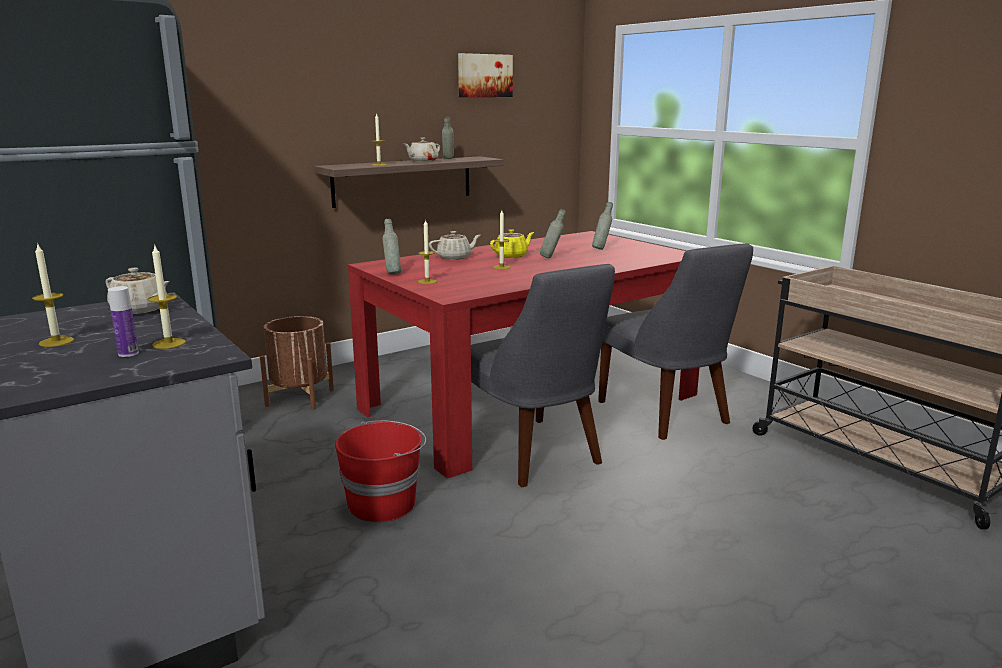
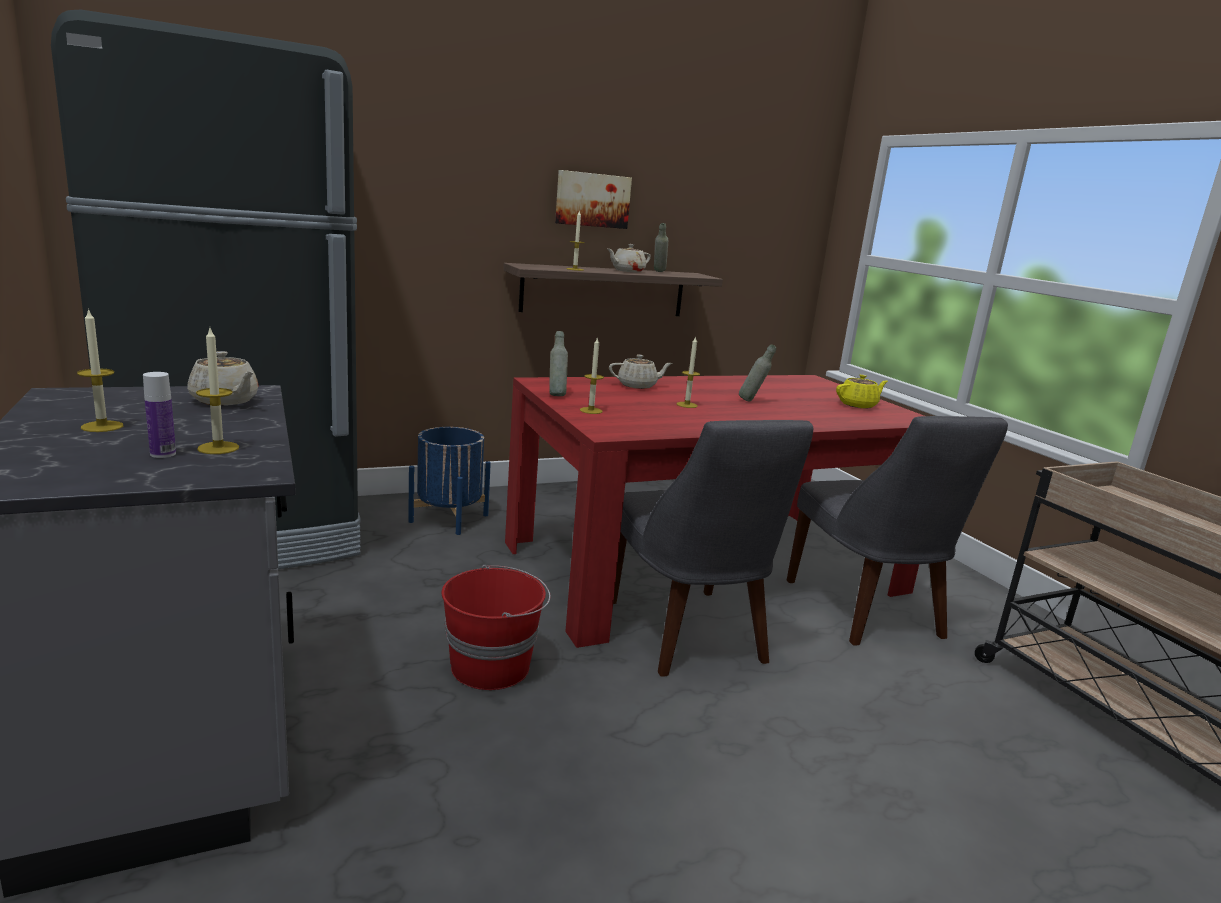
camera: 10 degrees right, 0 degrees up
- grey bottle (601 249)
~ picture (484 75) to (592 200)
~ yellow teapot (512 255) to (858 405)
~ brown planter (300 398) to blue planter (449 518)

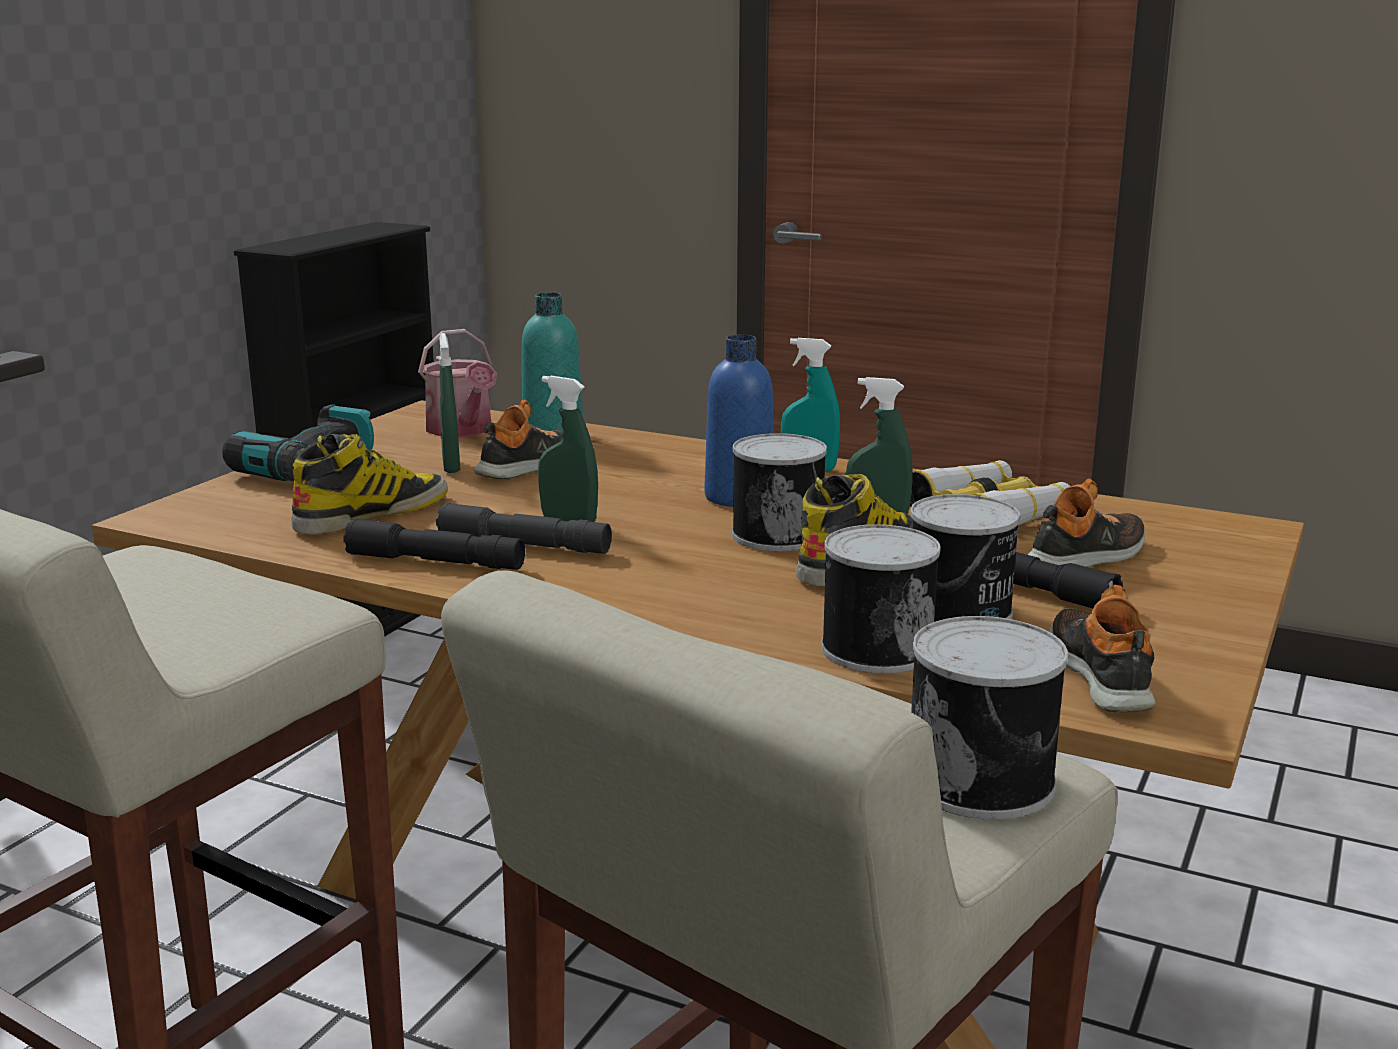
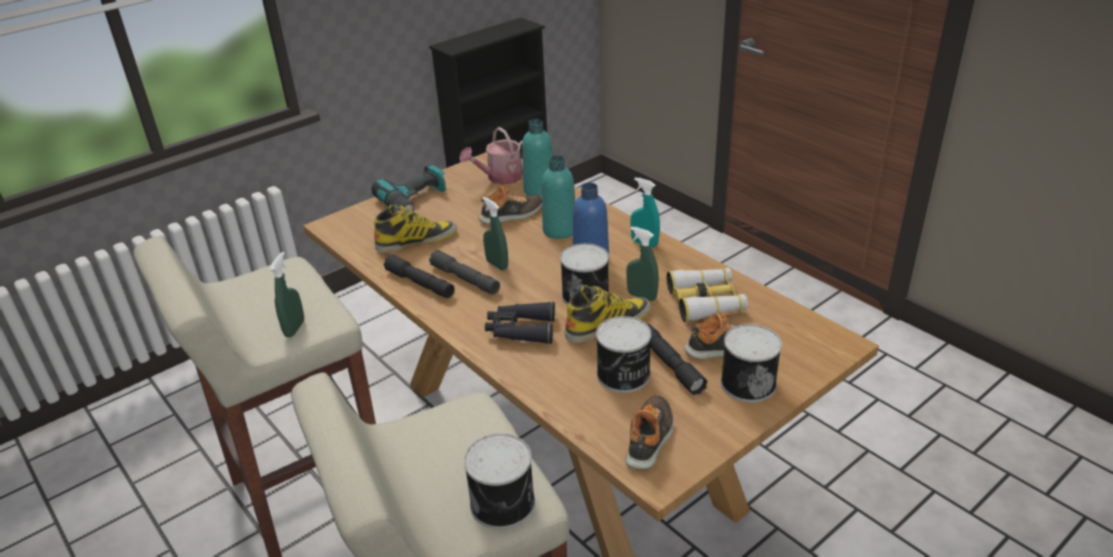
camera: 25 degrees right, 15 degrees up
+ black binoculars (520 330)
+ turquoise bottle (560 230)
~ green spray bottle (451 467) to (294 328)
~ can (875 648) to (747 383)
~ watering can (462 430) = (500 177) 60 degrees clockwise

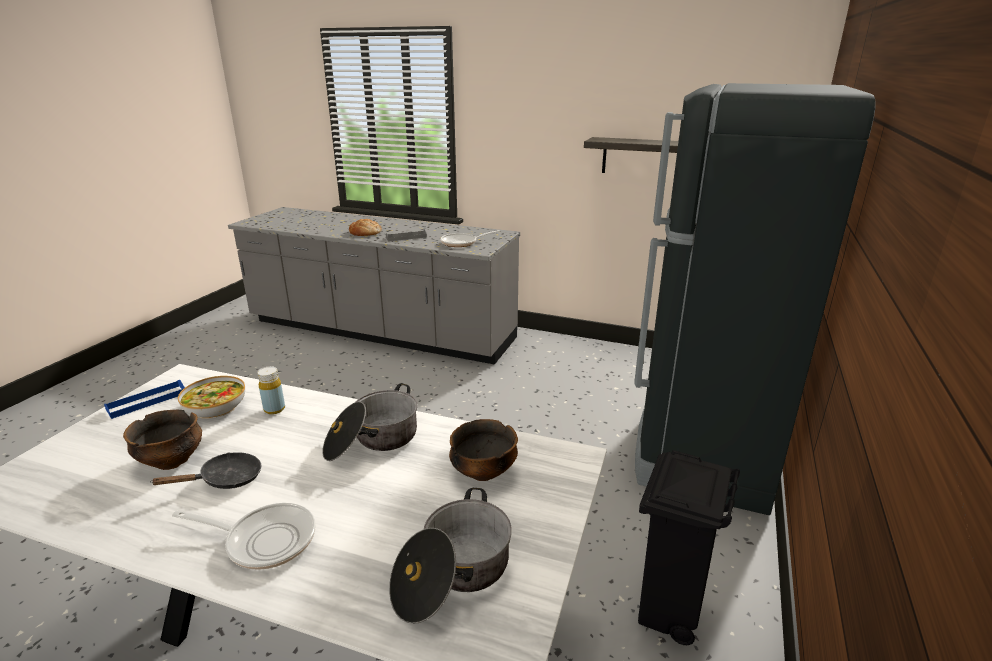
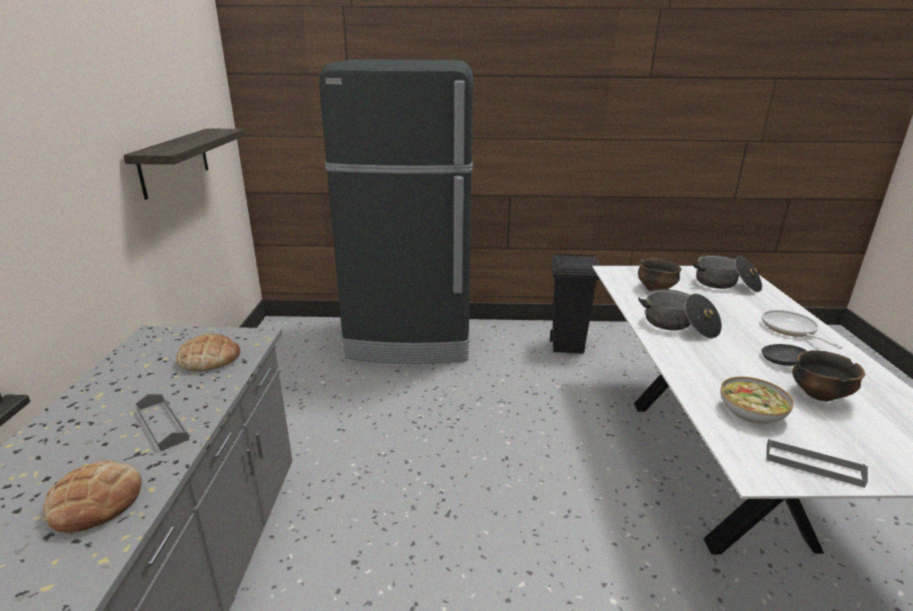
camera: 110 degrees left, 0 degrees up
- yellow bottle (274 409)
~ frying pan (462 243) to bread (210 358)
~ blue tray (147 401) to grey tray (813 465)

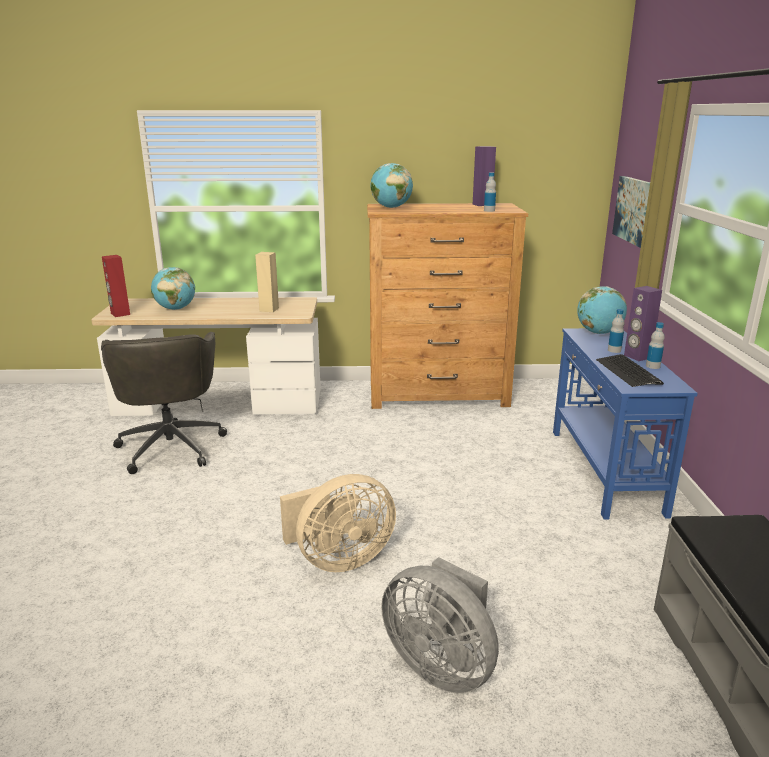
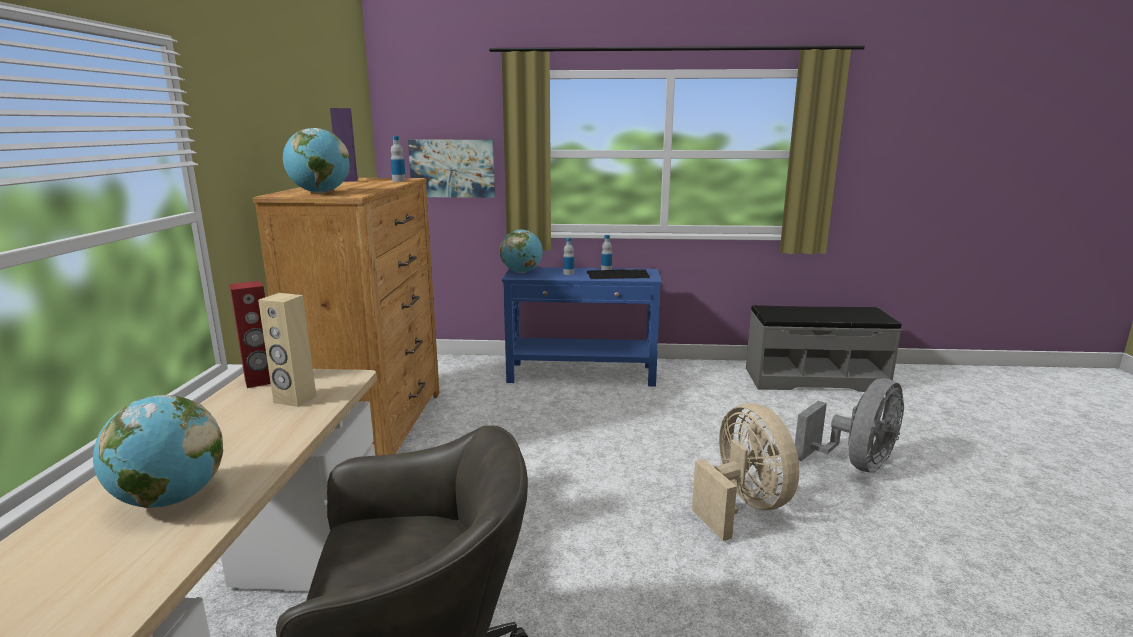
camera: 85 degrees left, 5 degrees down
- purple speaker (637 356)
~ red speaker (120 314) to (261 381)

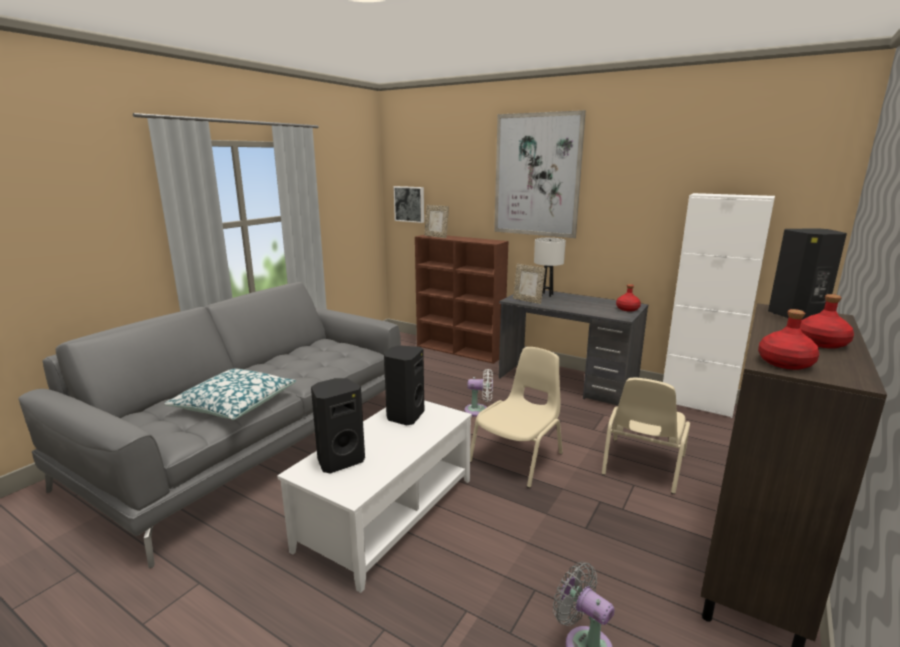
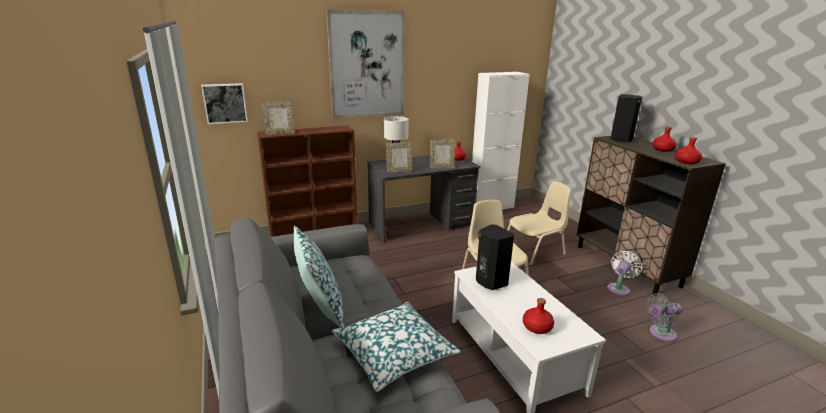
camera: 55 degrees left, 5 degrees up
+ pillow (320 308)
+ picture frame (441 167)
~ white fan (479 410) to (619 288)
~ black speaker (339 460) to red bottle (536 327)
~ beige chair (642 465) = (534 250) 90 degrees counterclockwise

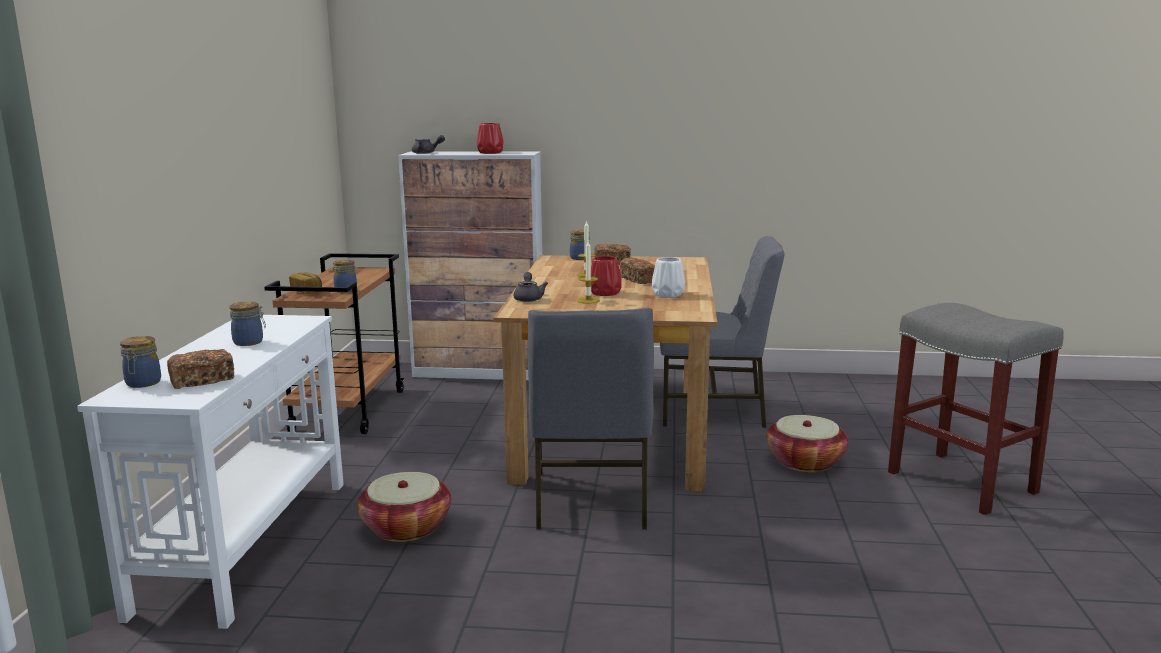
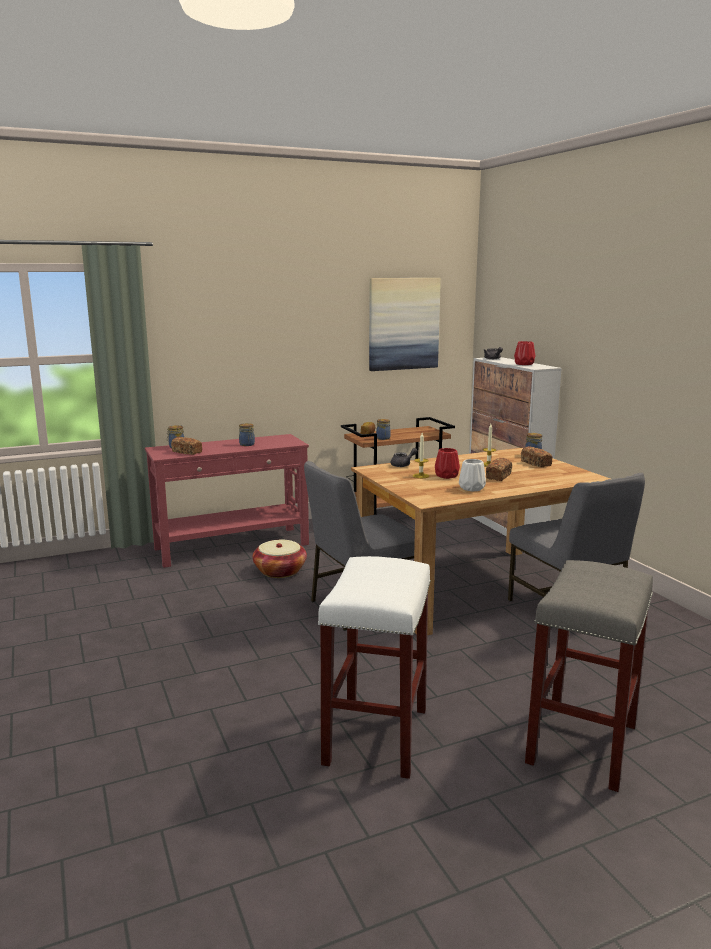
camera: 60 degrees right, 0 degrees up
- basket (805 462)
+ white stool (377 737)
+ picture (403 324)
~ white console table (248 543) to red console table (233 547)

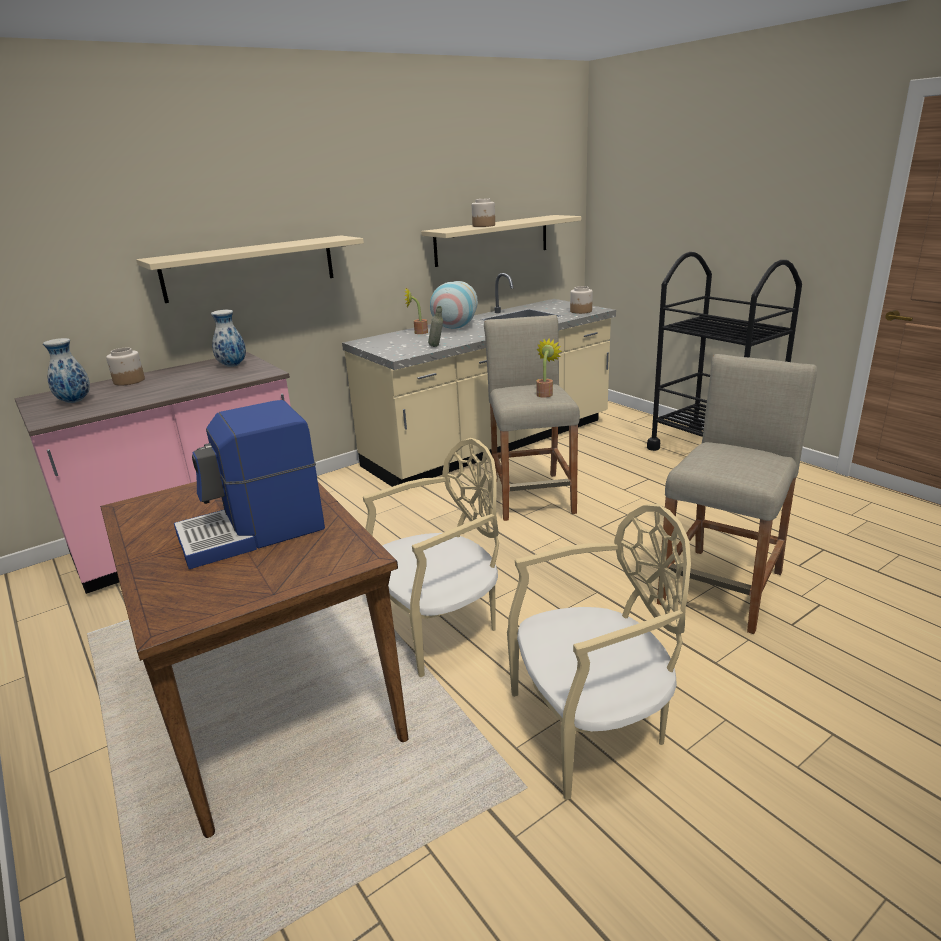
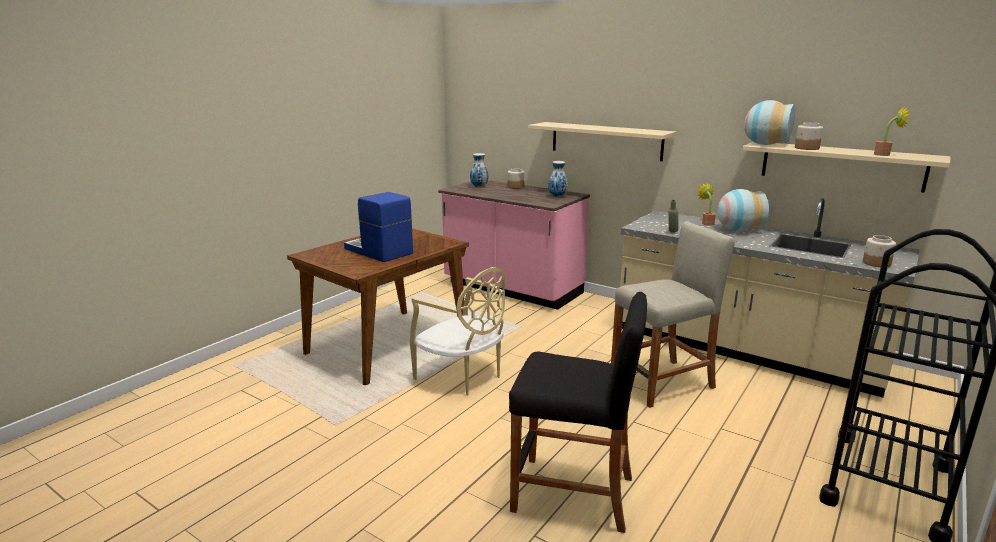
camera: 70 degrees right, 5 degrees down
- beige chair (592 727)
+ vase (765 144)
~ potted plant (545 393) to (885 154)
~ beige stool (722 588) to black stool (573 494)

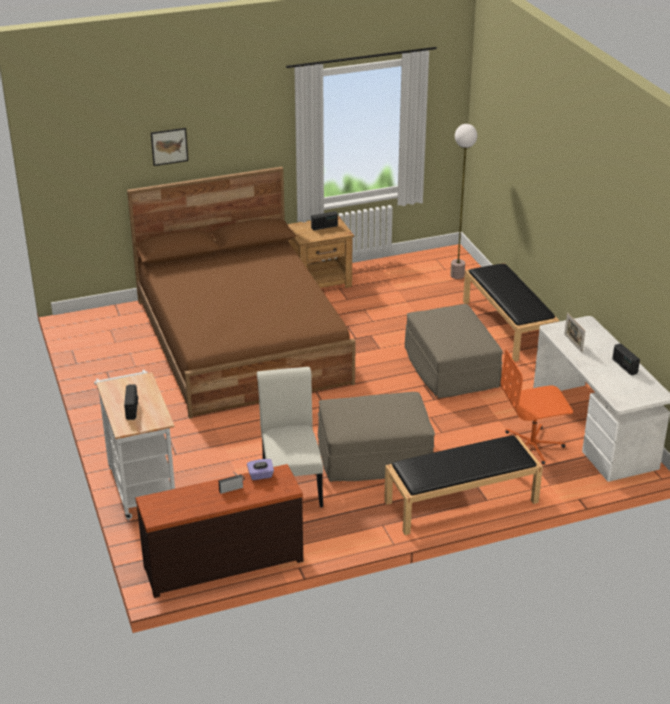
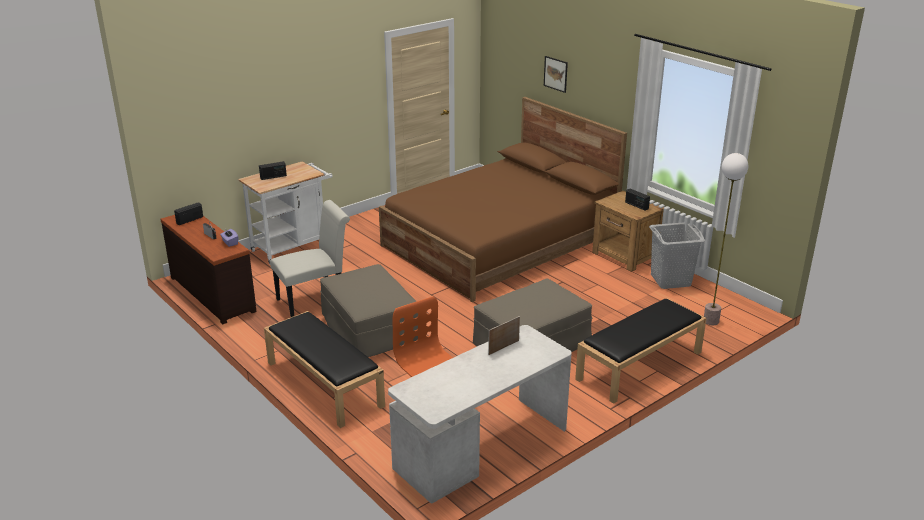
camera: 70 degrees right, 5 degrees down
+ grey laundry basket (671 280)
~ radio (624 366) to (189 220)

